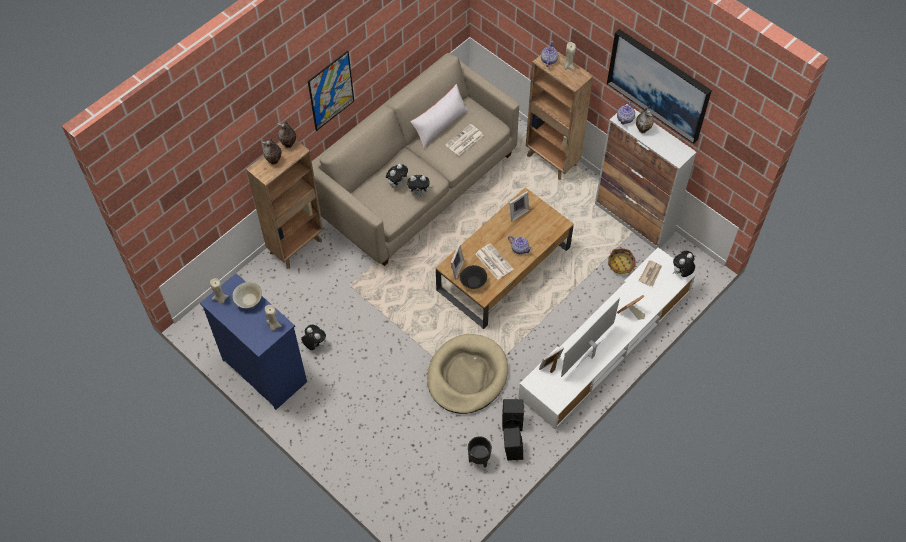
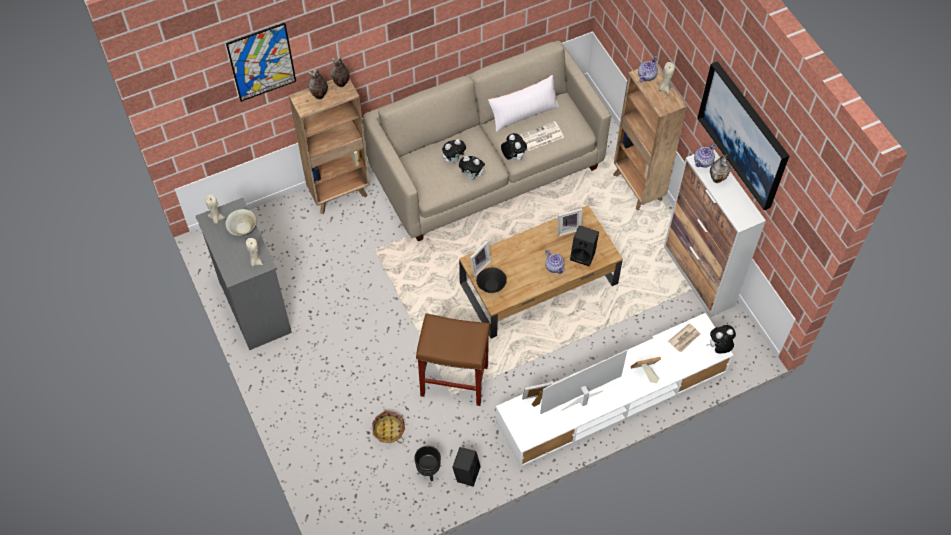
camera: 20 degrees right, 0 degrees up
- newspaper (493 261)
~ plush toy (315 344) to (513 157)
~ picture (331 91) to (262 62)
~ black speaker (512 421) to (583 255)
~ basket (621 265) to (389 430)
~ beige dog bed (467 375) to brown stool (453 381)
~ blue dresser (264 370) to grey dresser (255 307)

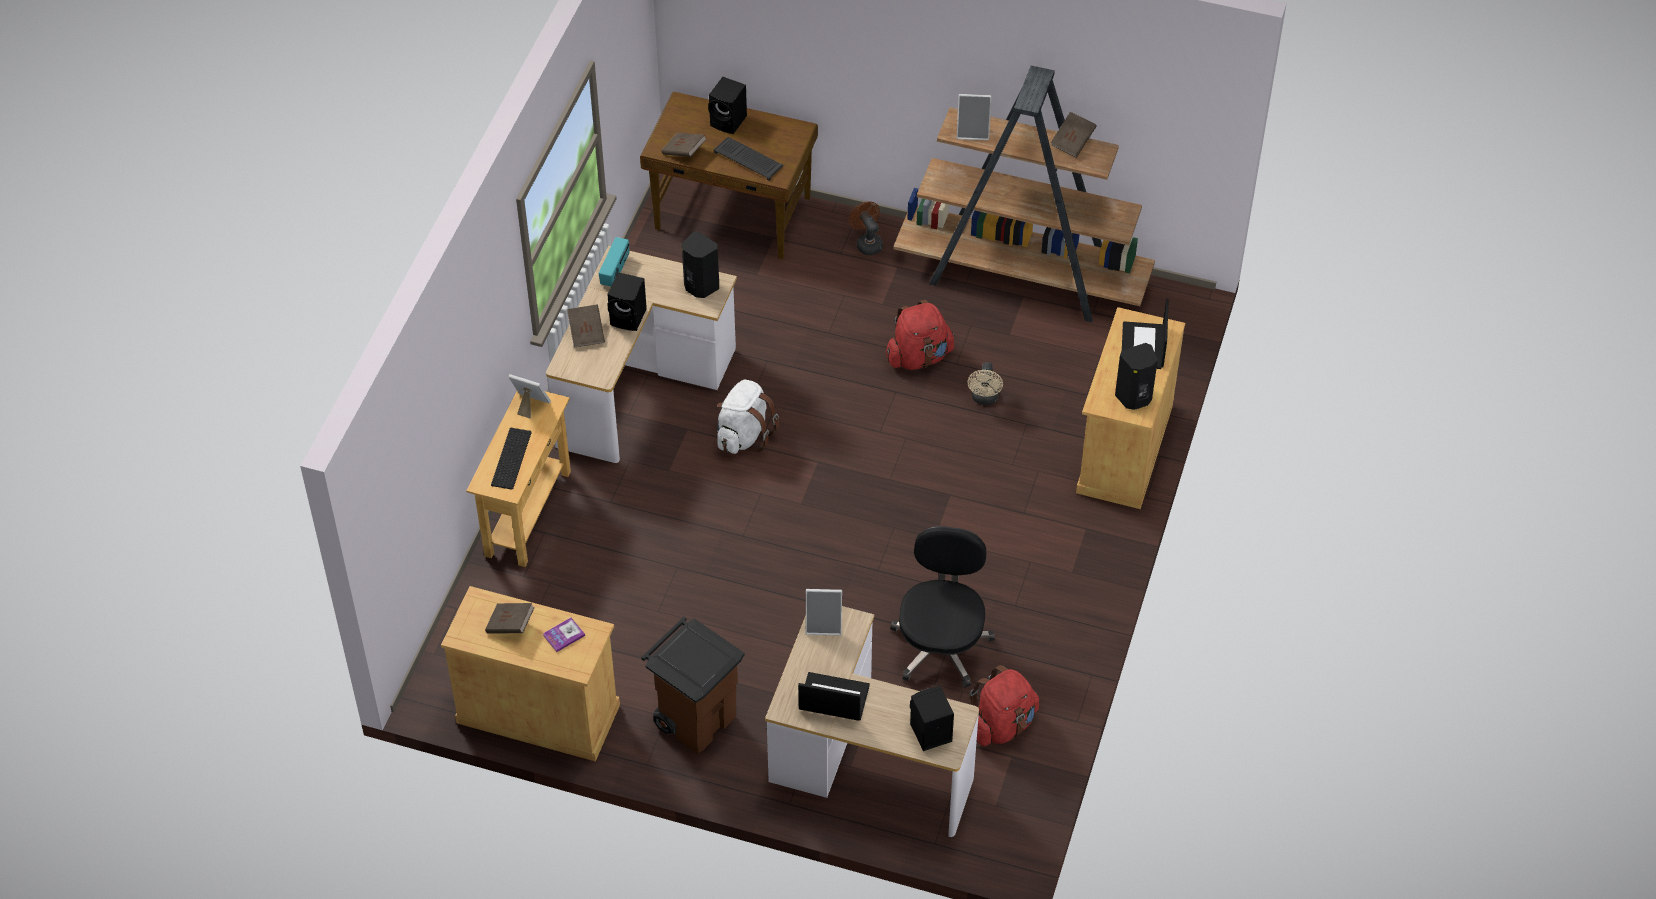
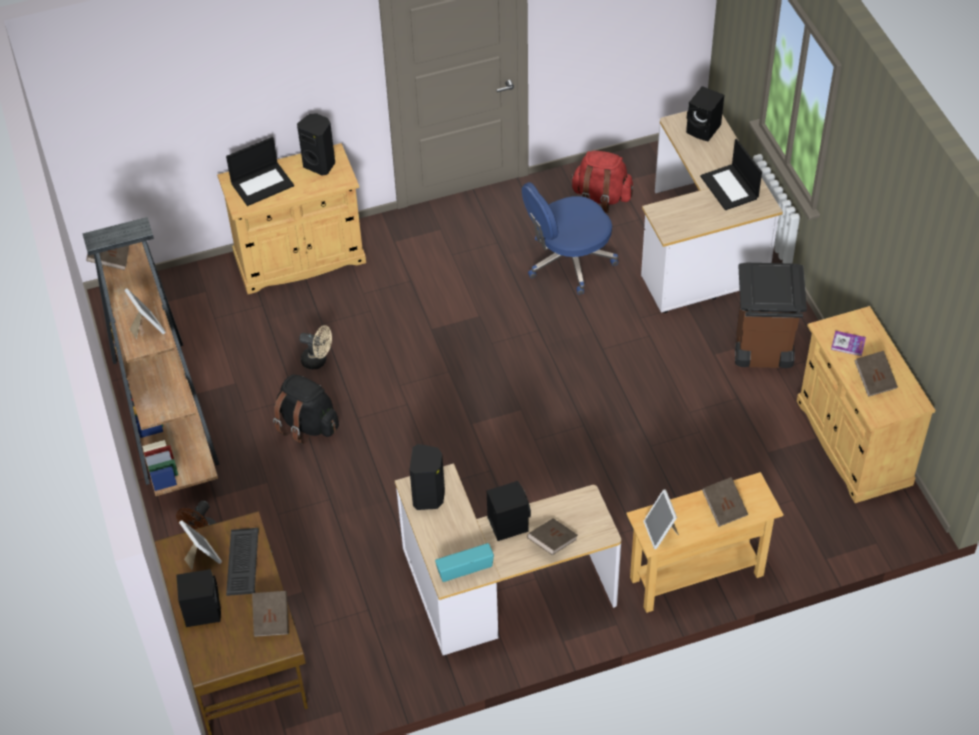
camera: 125 degrees left, 0 degrees up
- white backpack (744 436)
~ picture frame (824 624) to (201 556)
~ keyboard (510 458) to brown book (724 508)
~ red backpack (919 357) to black backpack (307 424)
~ black office chair (941 644) to blue office chair (568 261)
~ beige fan (984 399) = (318 361) 45 degrees clockwise

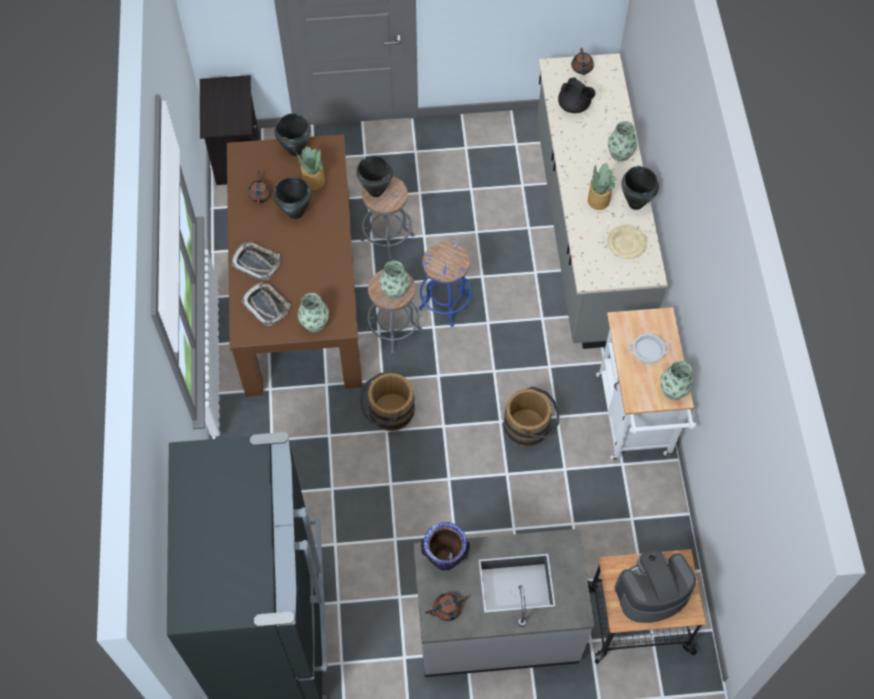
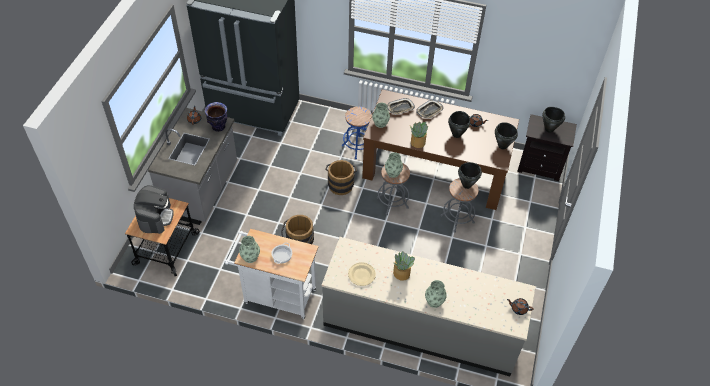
camera: 110 degrees right, 10 degrees down
- black teapot (574 106)
~ potted plant (313 181) to (417 142)
~ blue stool (445 303) to (357 147)
~ black cooking pot (635 204) to (549 129)

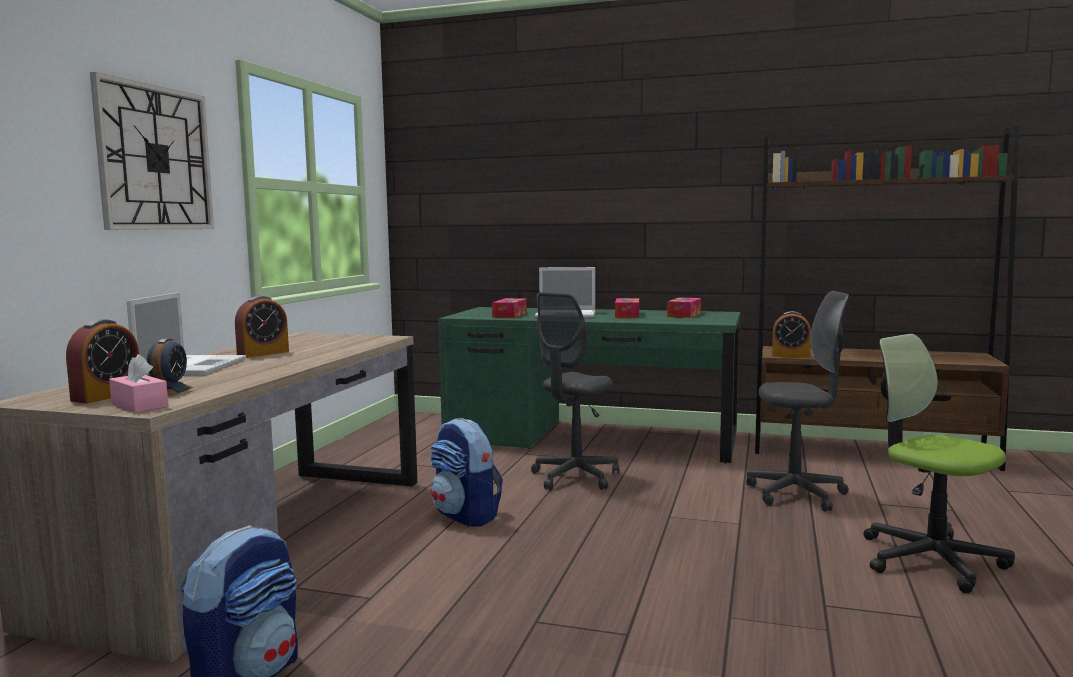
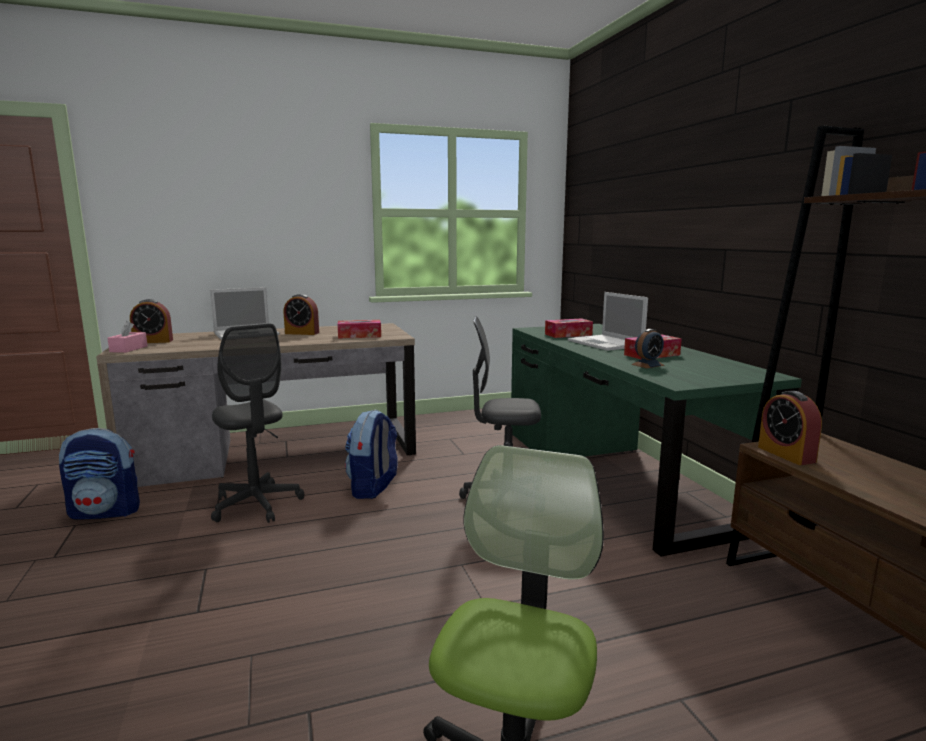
camera: 55 degrees right, 5 degrees up
- wall clock (155 158)
~ alarm clock (169 391) to (647 365)
~ tissue box (684 314) to (359 336)
~ grey office chair (796 494) to (256 505)

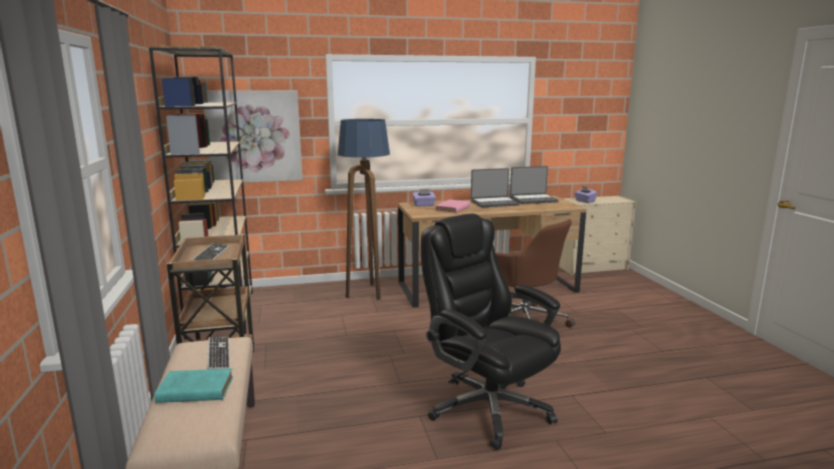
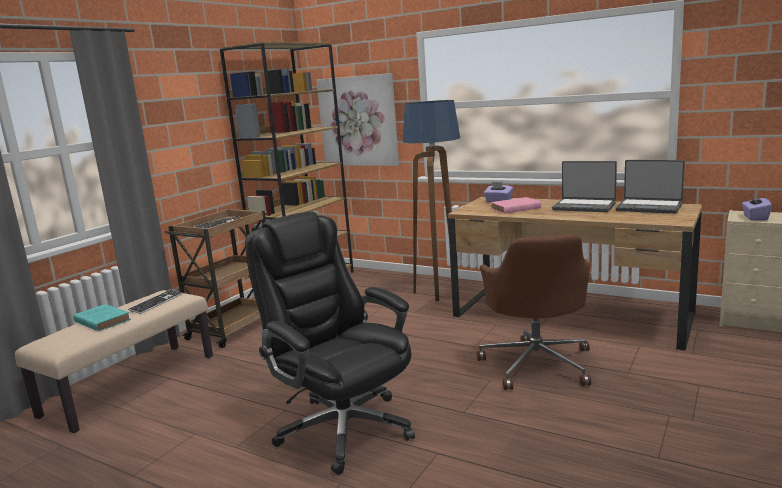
camera: 45 degrees right, 0 degrees up
~ black office chair (487 407) = (343 427) 45 degrees counterclockwise

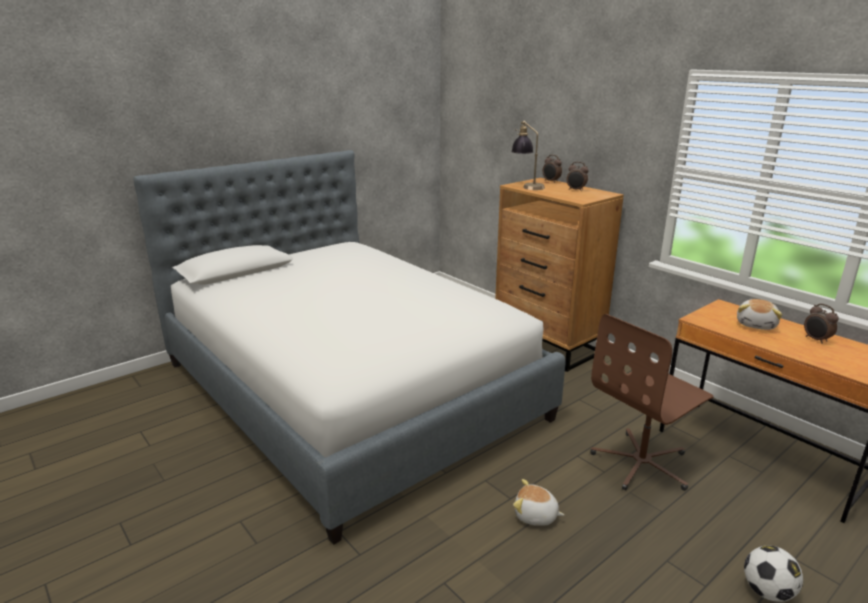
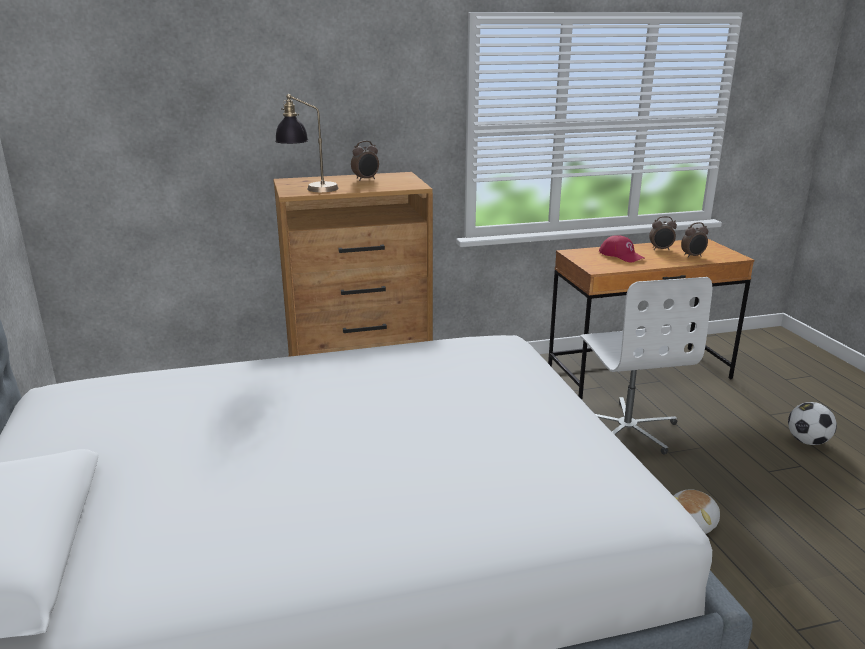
camera: 65 degrees left, 0 degrees up
~ alarm clock (551 181) to (693 256)
~ plush toy (756 324) to red cap (621 255)
~ brown office chair (642 463) to white office chair (627 428)

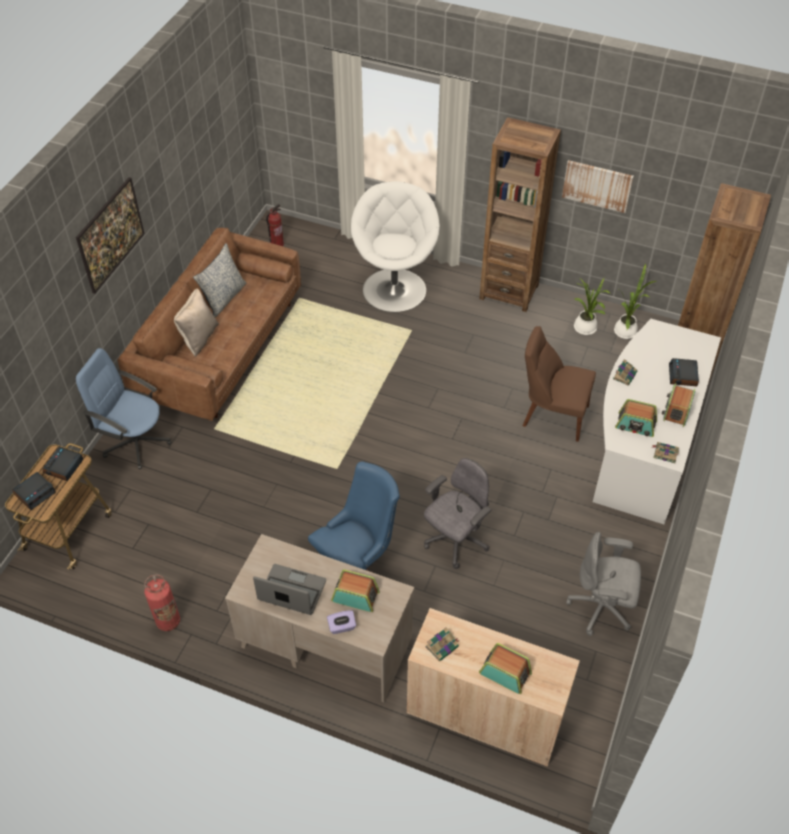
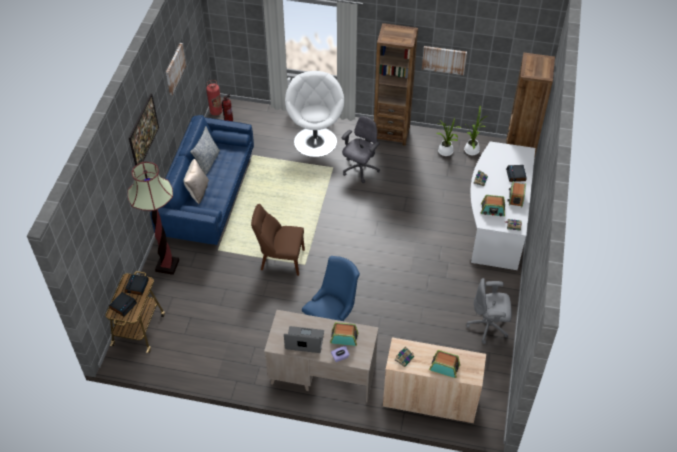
camera: 10 degrees left, 0 degrees up
+ picture (175 68)
~ fire extinguisher (168 621) to (216 112)
~ grey office chair (455 540) to (360 169)
~ brown chair (552 415) to (280 259)
~ blue office chair (135 441) to floor lamp (167 265)
~ brown sofa (220 348) to blue sofa (208 196)

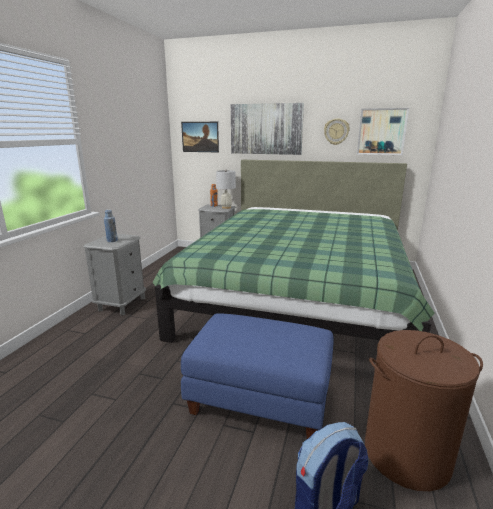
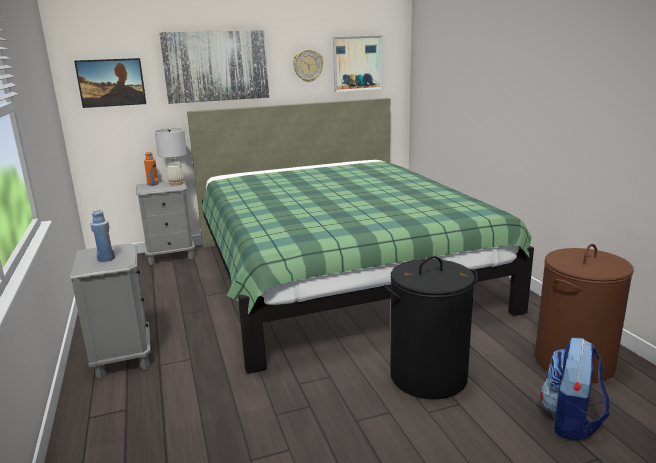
camera: 35 degrees left, 0 degrees up
~ blue ottoman (261 398) to black laundry basket (428 376)

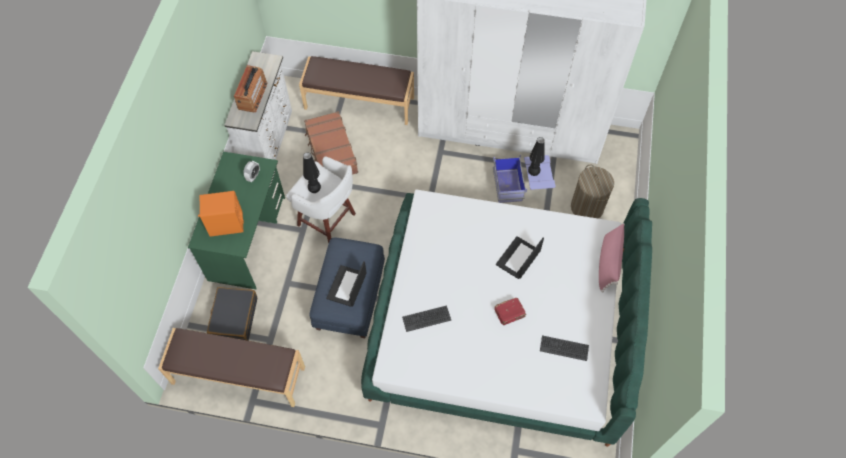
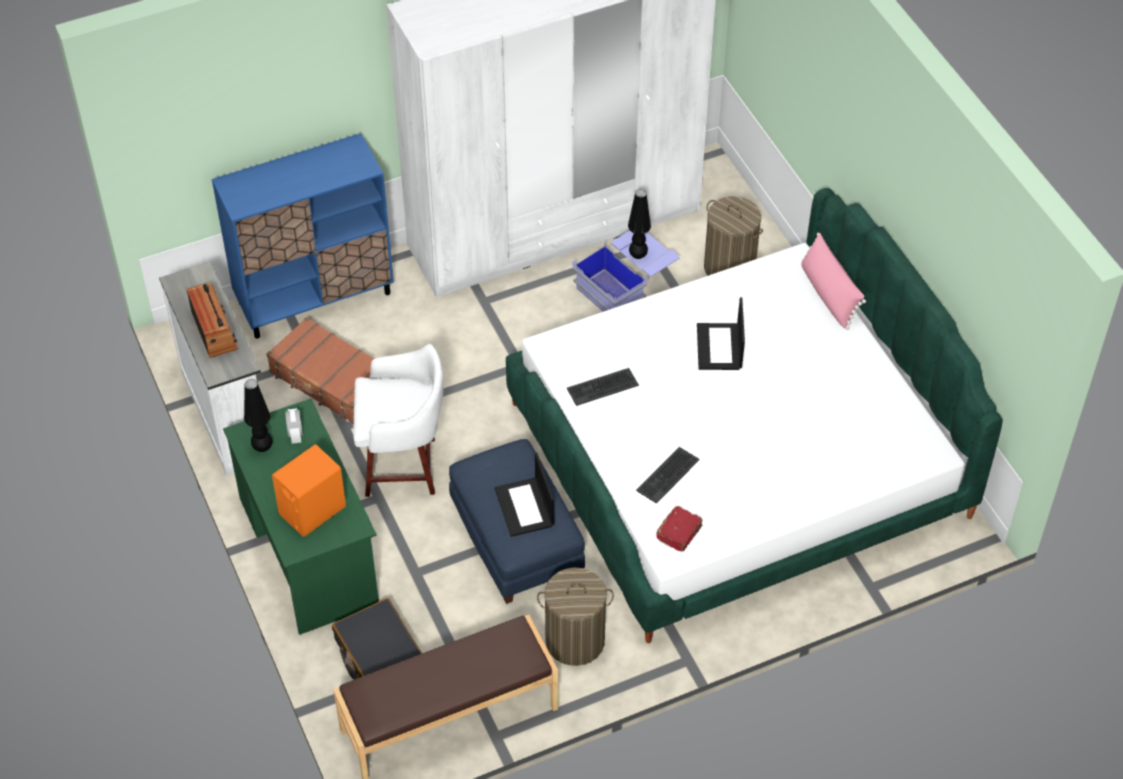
camera: 35 degrees left, 10 degrees down
+ laundry basket (574 641)
~ black table lamp (315 190) to (262 447)
~ red book (510 313) to (679 533)
~ keyboard (564 348) to (602 386)
~ brown bench (359 102) to blue cabinet (315 298)

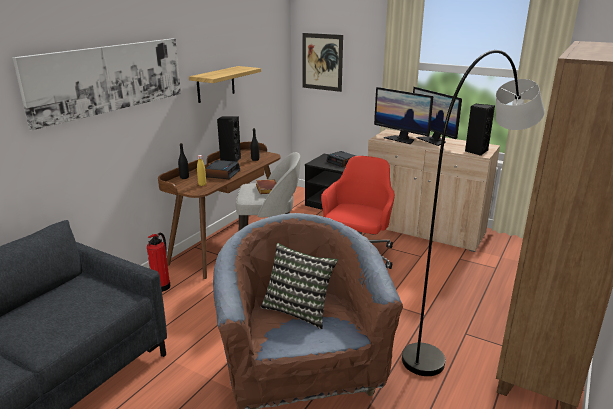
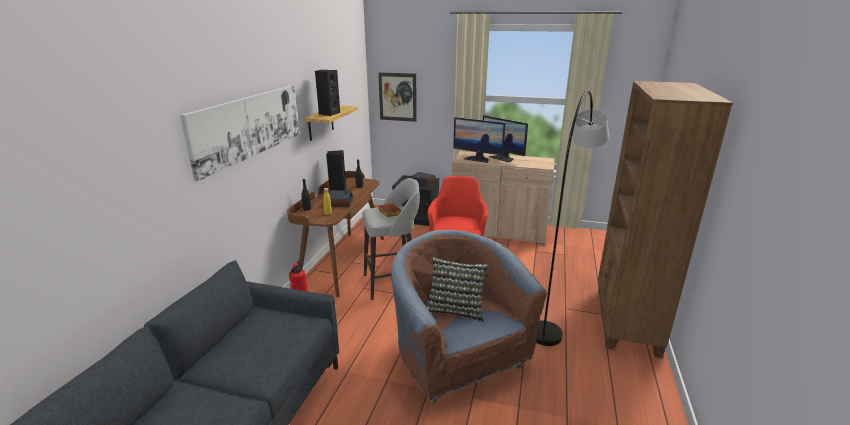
camera: 15 degrees left, 0 degrees up
~ black speaker (476 151) to (329 113)

